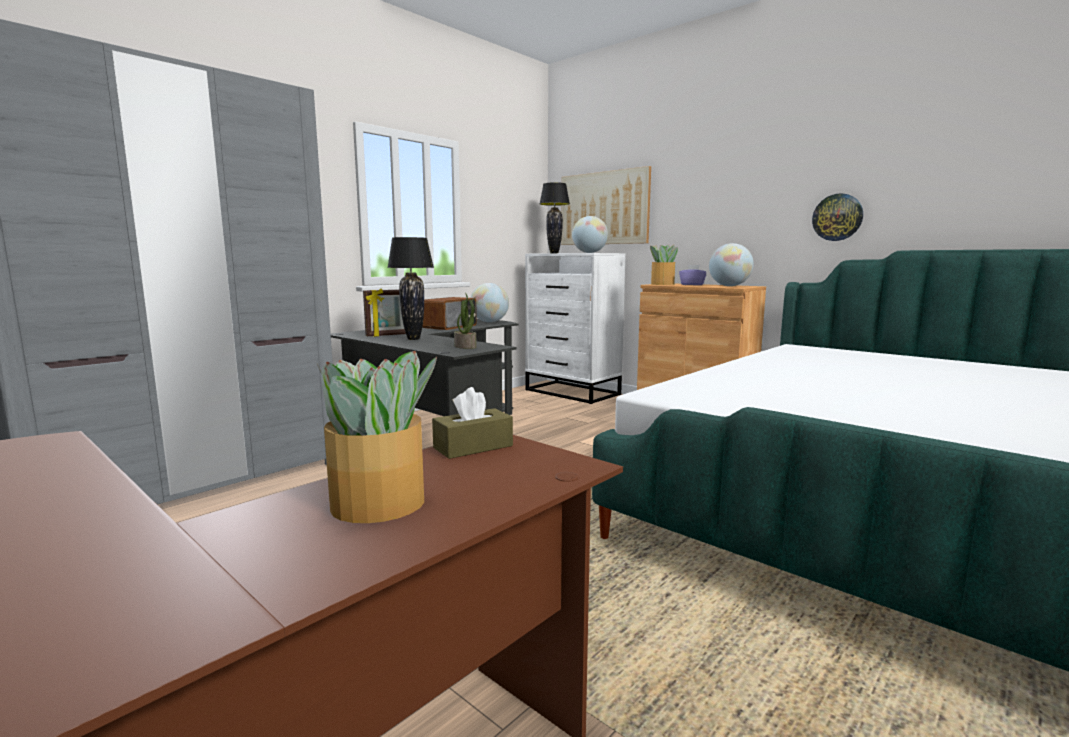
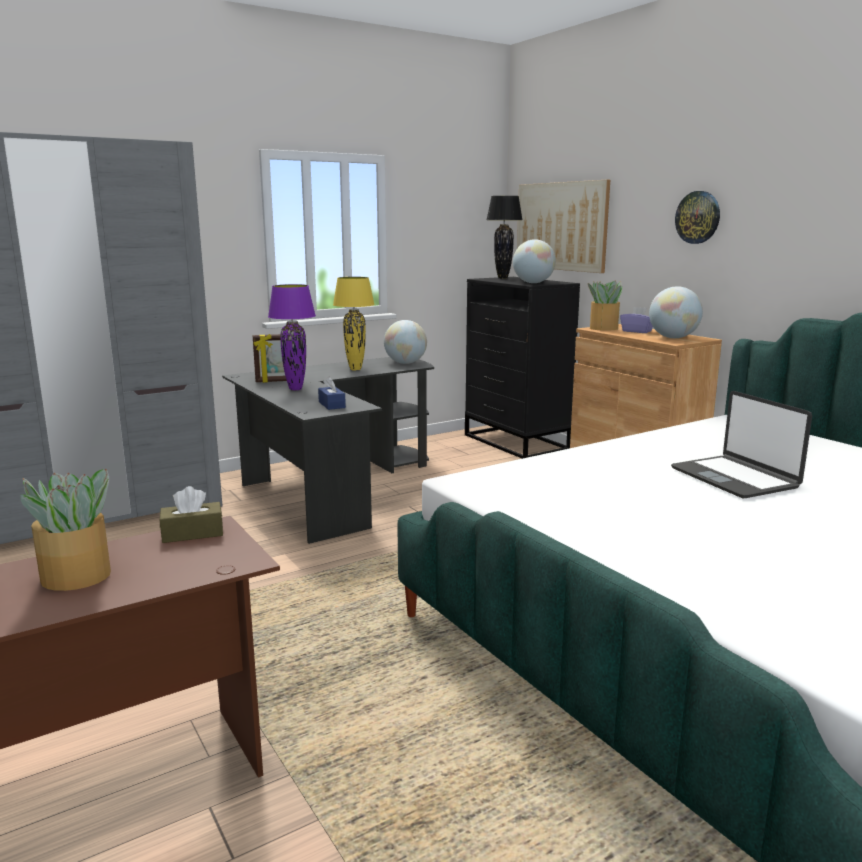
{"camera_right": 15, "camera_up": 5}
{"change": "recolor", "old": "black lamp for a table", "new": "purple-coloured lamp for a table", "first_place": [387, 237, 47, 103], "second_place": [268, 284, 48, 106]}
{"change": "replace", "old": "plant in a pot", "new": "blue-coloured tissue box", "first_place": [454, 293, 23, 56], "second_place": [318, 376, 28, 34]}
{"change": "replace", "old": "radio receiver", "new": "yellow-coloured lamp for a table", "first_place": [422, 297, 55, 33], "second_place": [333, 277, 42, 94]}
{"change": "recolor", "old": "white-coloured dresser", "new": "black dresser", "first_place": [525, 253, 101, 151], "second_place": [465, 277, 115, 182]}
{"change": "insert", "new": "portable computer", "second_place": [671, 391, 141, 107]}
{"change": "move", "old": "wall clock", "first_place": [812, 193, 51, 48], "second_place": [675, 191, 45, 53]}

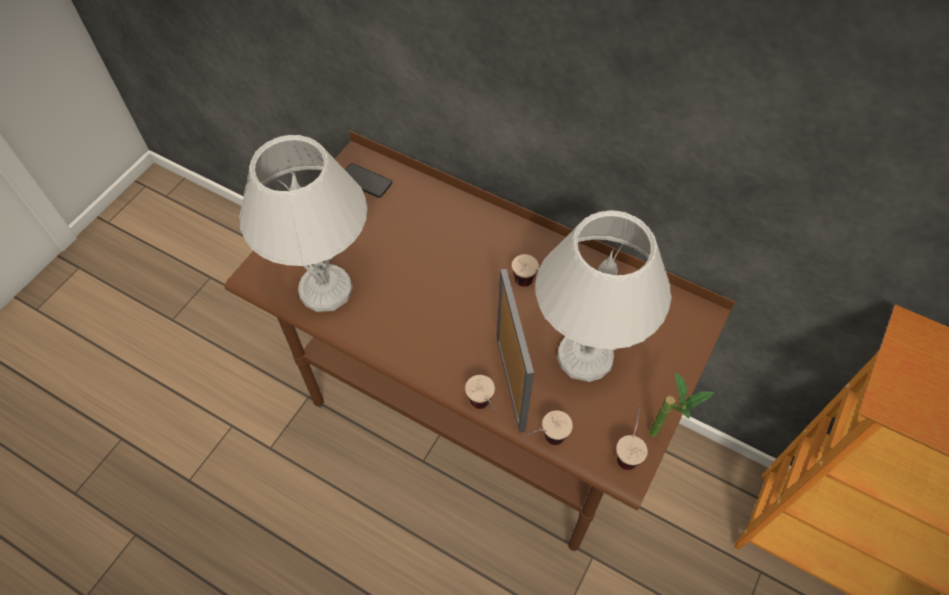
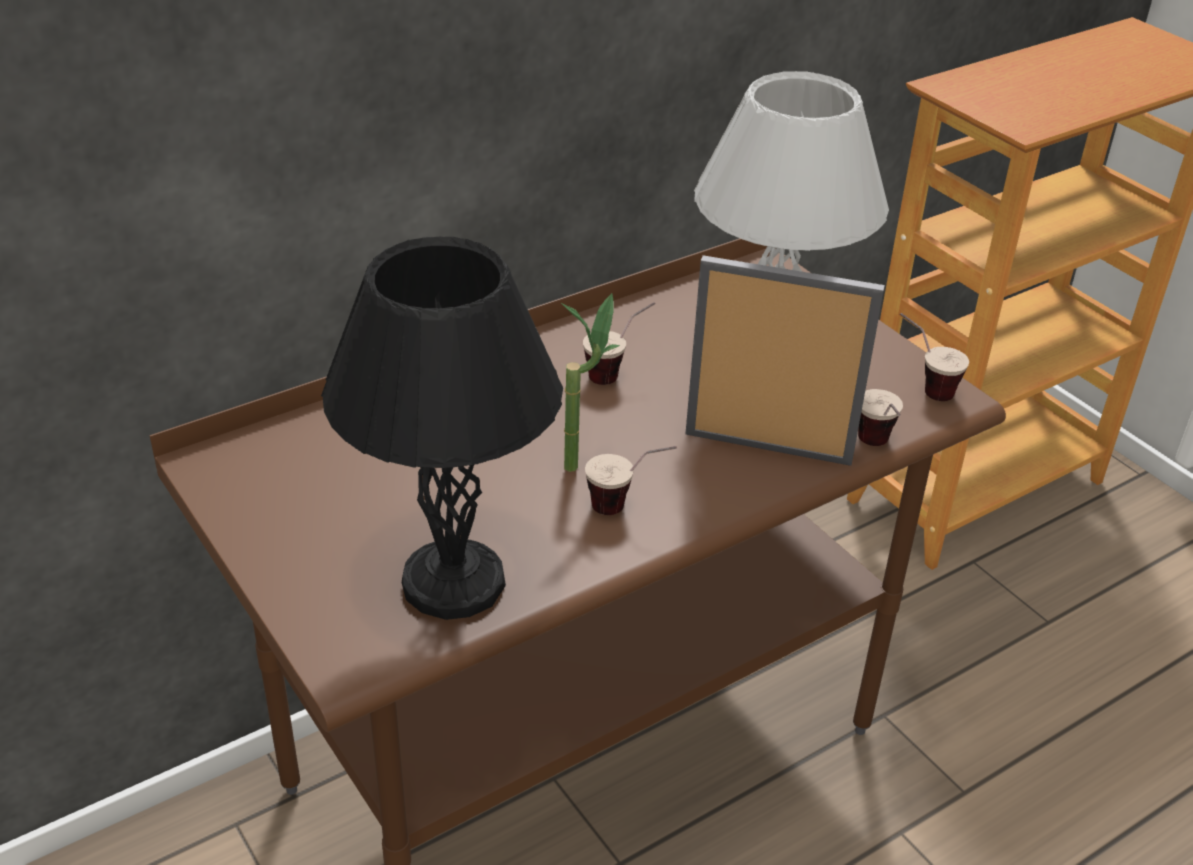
{"camera_right": -65, "camera_up": -20}
{"change": "recolor", "old": "white-coloured lamp for a table", "new": "black lamp for a table", "first_place": [239, 135, 129, 177], "second_place": [321, 237, 242, 383]}
{"change": "move", "old": "plant in a pot", "first_place": [649, 372, 66, 65], "second_place": [561, 293, 59, 179]}
{"change": "move", "old": "drinking cup", "first_place": [465, 375, 32, 39], "second_place": [585, 446, 92, 69]}
{"change": "delete", "old": "telephone", "first_place": [345, 163, 47, 35]}

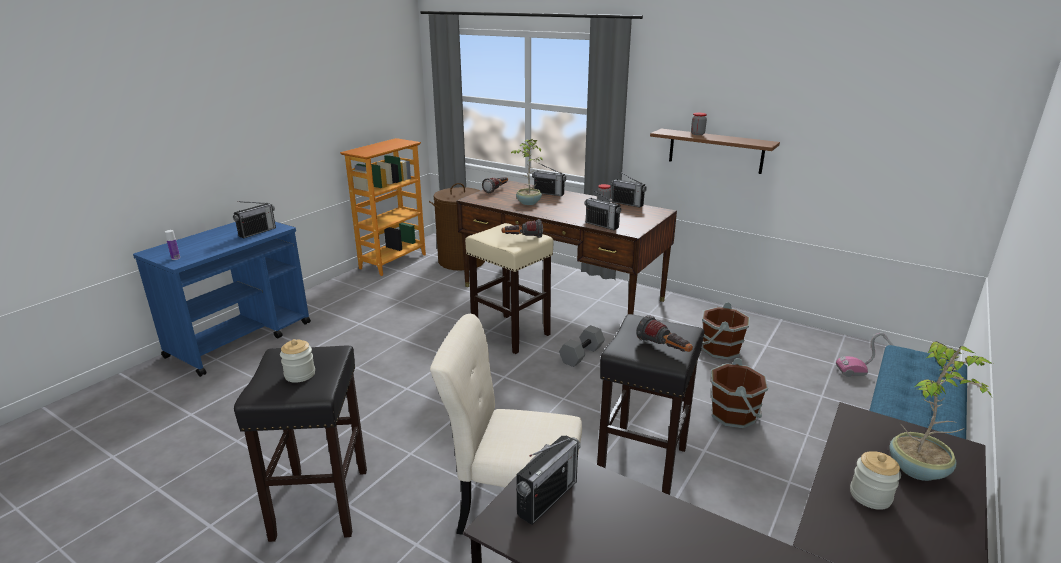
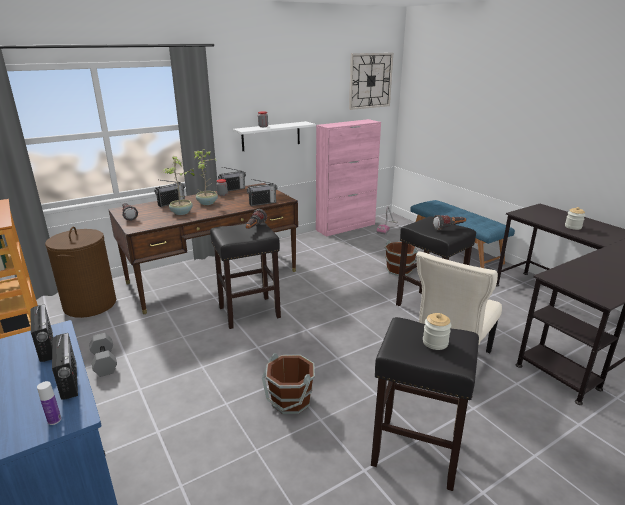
{"camera_right": -65, "camera_up": 0}
{"change": "move", "old": "radio receiver", "first_place": [516, 436, 64, 89], "second_place": [52, 333, 26, 66]}
{"change": "move", "old": "grey free weight", "first_place": [559, 325, 46, 42], "second_place": [89, 333, 28, 44]}
{"change": "move", "old": "plant in a pot", "first_place": [889, 341, 104, 140], "second_place": [194, 149, 24, 56]}
{"change": "recolor", "old": "beige stool", "new": "black stool", "first_place": [465, 223, 89, 131], "second_place": [210, 222, 71, 107]}
{"change": "recolor", "old": "brown-coloured bracket shelf", "new": "white-coloured bracket shelf", "first_place": [650, 129, 130, 45], "second_place": [233, 121, 83, 30]}
{"change": "move", "old": "brown-coloured water bucket", "first_place": [702, 302, 48, 58], "second_place": [262, 353, 53, 61]}
{"change": "insert", "new": "pinkish cabinet", "second_place": [316, 119, 65, 118]}
{"change": "insert", "new": "wall clock", "second_place": [349, 53, 44, 57]}

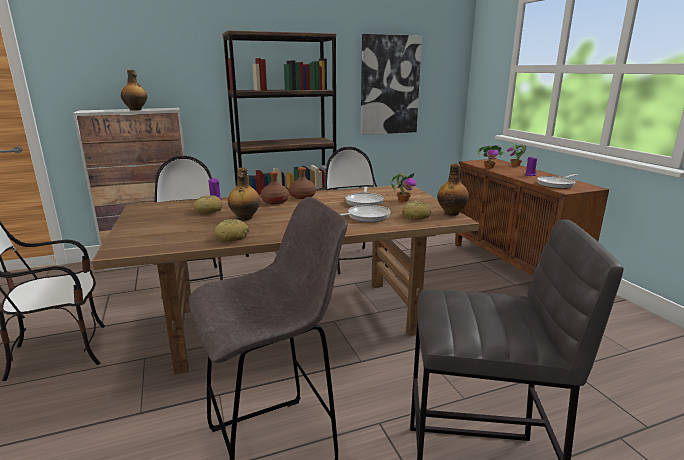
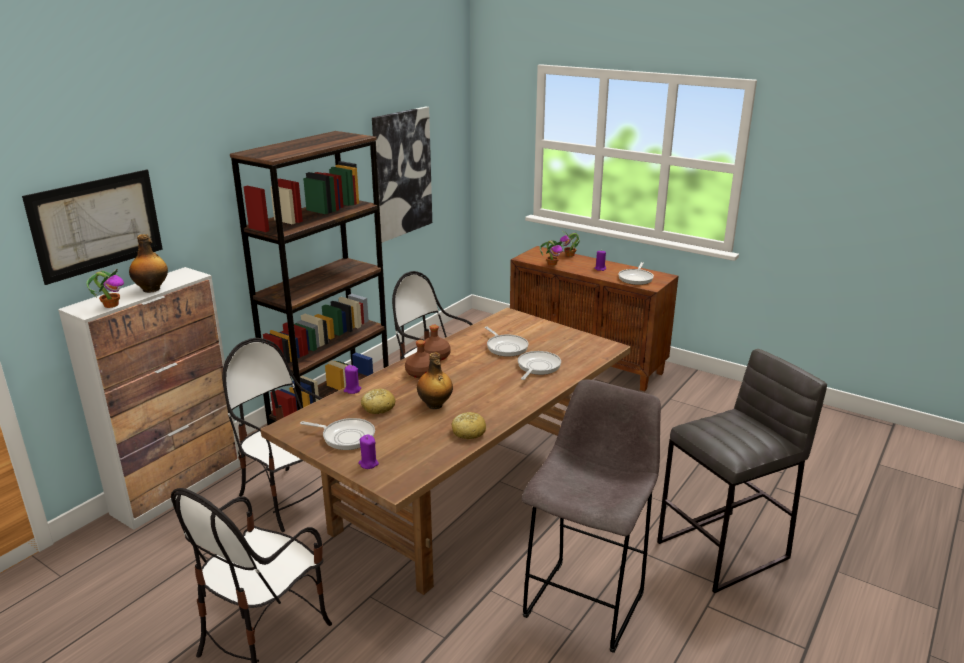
{"camera_right": -35, "camera_up": 5}
{"change": "insert", "new": "wall picture", "second_place": [22, 170, 141, 115]}
{"change": "move", "old": "plant in a pot", "first_place": [391, 173, 26, 29], "second_place": [86, 268, 38, 40]}
{"change": "insert", "new": "skillet", "second_place": [300, 418, 75, 32]}
{"change": "insert", "new": "purple-coloured wax light", "second_place": [358, 435, 21, 34]}
{"change": "delete", "old": "bread", "first_place": [402, 201, 29, 19]}
{"change": "delete", "old": "drink bottle", "first_place": [437, 164, 32, 52]}

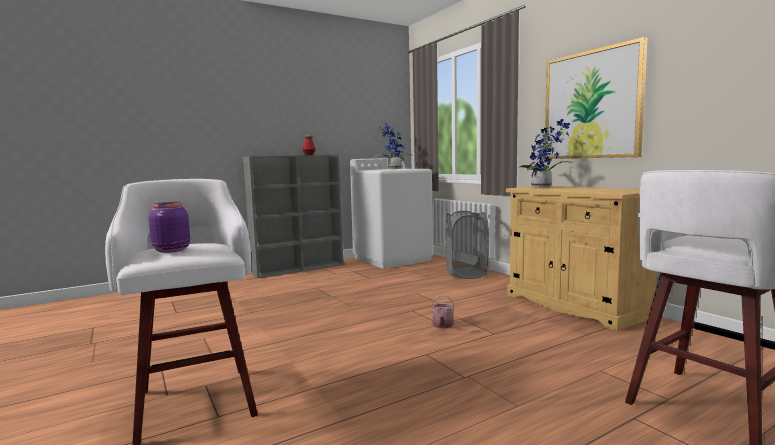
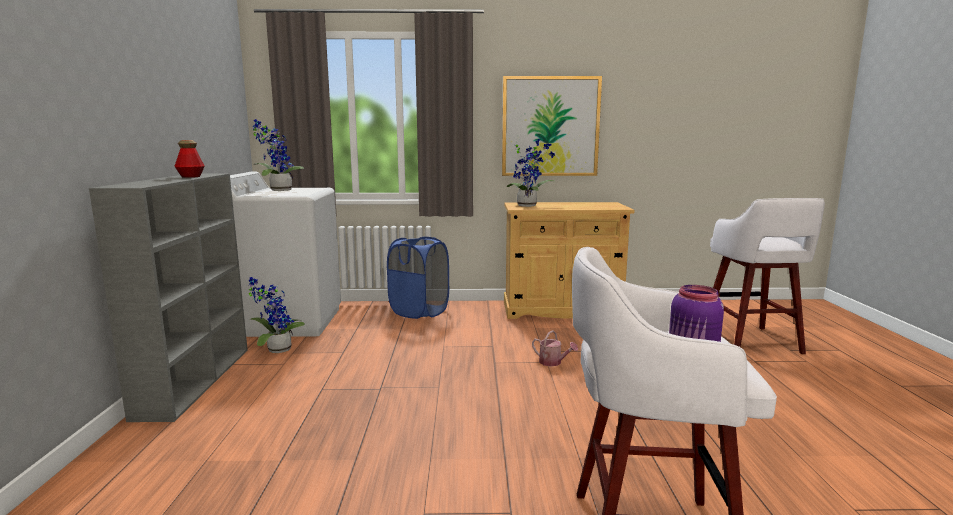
{"camera_right": -60, "camera_up": 5}
{"change": "insert", "new": "plant in a pot", "second_place": [249, 277, 56, 76]}
{"change": "recolor", "old": "grey hamper", "new": "blue-coloured hamper", "first_place": [446, 211, 43, 68], "second_place": [387, 237, 62, 82]}

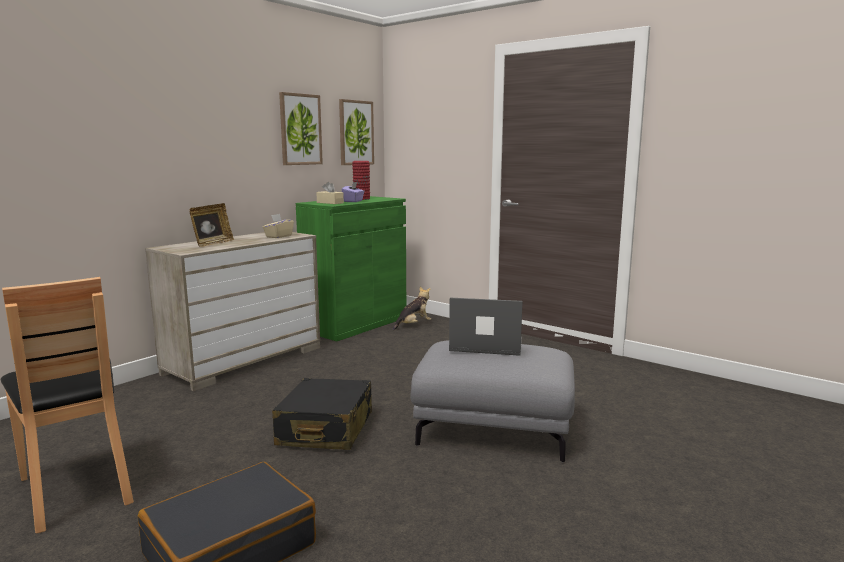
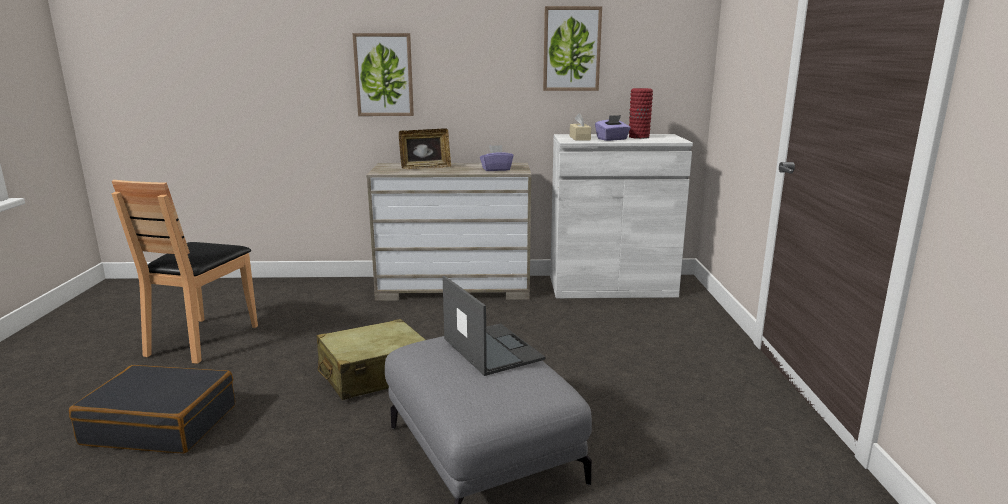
{"camera_right": 50, "camera_up": 5}
{"change": "recolor", "old": "black travel case", "new": "beige travel case", "first_place": [272, 378, 100, 72], "second_place": [317, 319, 108, 81]}
{"change": "move", "old": "wall picture", "first_place": [339, 99, 35, 66], "second_place": [352, 33, 62, 83]}
{"change": "recolor", "old": "beige tissue box", "new": "purple-coloured tissue box", "first_place": [263, 214, 31, 24], "second_place": [480, 145, 33, 26]}
{"change": "recolor", "old": "green cabinet", "new": "white-coloured cabinet", "first_place": [296, 196, 110, 145], "second_place": [550, 134, 143, 164]}
{"change": "delete", "old": "soft toy", "first_place": [393, 287, 38, 44]}

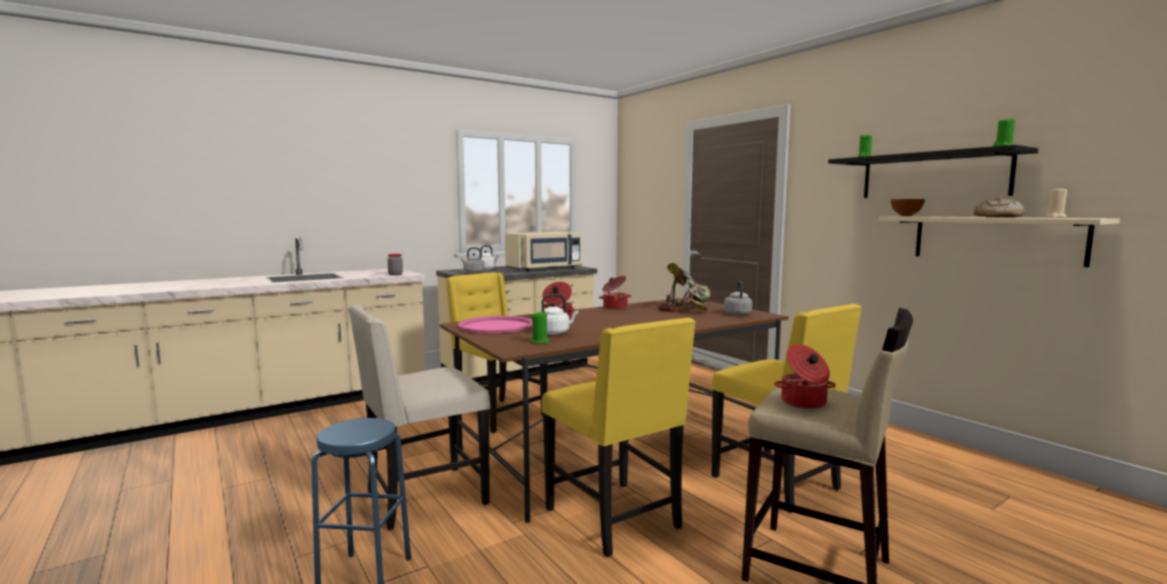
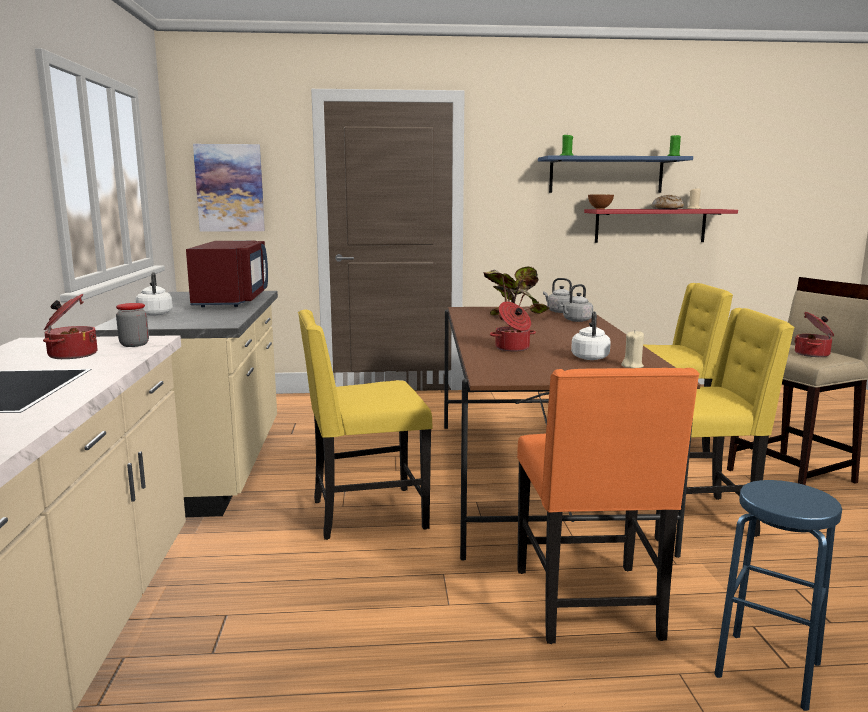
{"camera_right": -60, "camera_up": 5}
{"change": "move", "old": "saucepot", "first_place": [599, 276, 33, 34], "second_place": [43, 294, 55, 65]}
{"change": "recolor", "old": "beige kitchen microwave", "new": "red-coloured kitchen microwave", "first_place": [505, 232, 77, 39], "second_place": [186, 241, 82, 66]}
{"change": "insert", "new": "wall picture", "second_place": [193, 144, 72, 88]}
{"change": "recolor", "old": "beige upright chair", "new": "orangey upright chair", "first_place": [349, 305, 141, 225], "second_place": [517, 368, 183, 276]}
{"change": "recolor", "old": "black bracket shelf", "new": "blue-coloured bracket shelf", "first_place": [828, 145, 210, 53], "second_place": [538, 156, 155, 37]}
{"change": "move", "old": "grey water kettle", "first_place": [461, 247, 24, 27], "second_place": [560, 284, 33, 38]}
{"change": "recolor", "old": "beige bracket shelf", "new": "red-coloured bracket shelf", "first_place": [879, 216, 241, 51], "second_place": [584, 209, 154, 34]}
{"change": "recolor", "old": "green wax light", "new": "beige wax light", "first_place": [530, 311, 20, 33], "second_place": [621, 331, 23, 37]}
{"change": "delete", "old": "pinkish carrying tray", "first_place": [458, 316, 74, 17]}

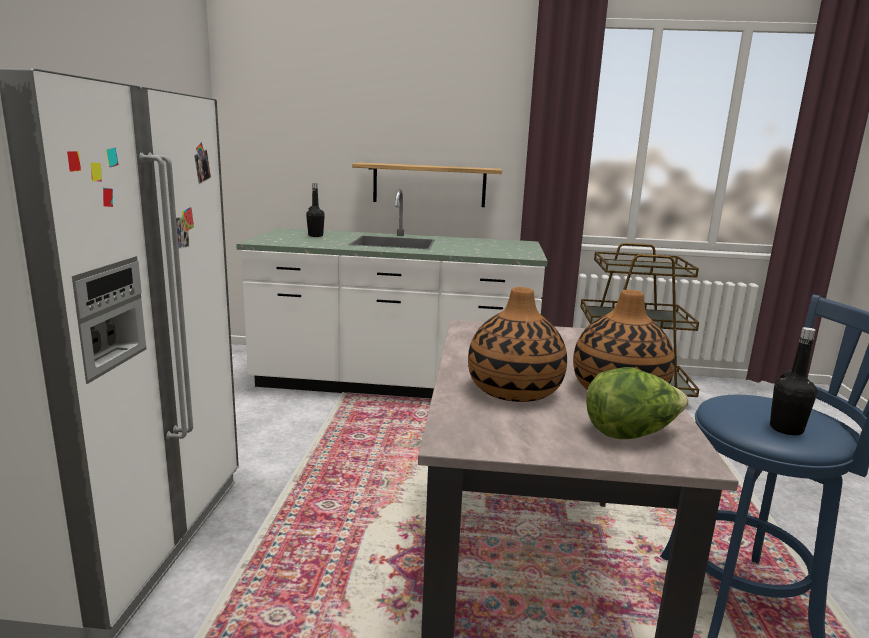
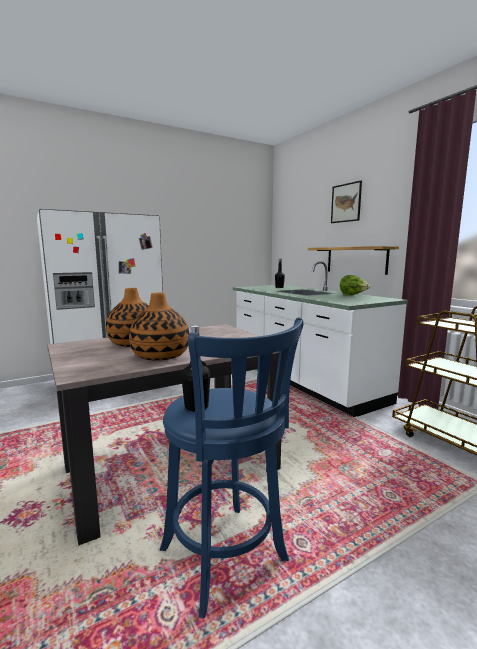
{"camera_right": 55, "camera_up": -5}
{"change": "insert", "new": "wall picture", "second_place": [331, 181, 31, 42]}
{"change": "move", "old": "lettuce", "first_place": [586, 367, 103, 72], "second_place": [340, 275, 30, 20]}

